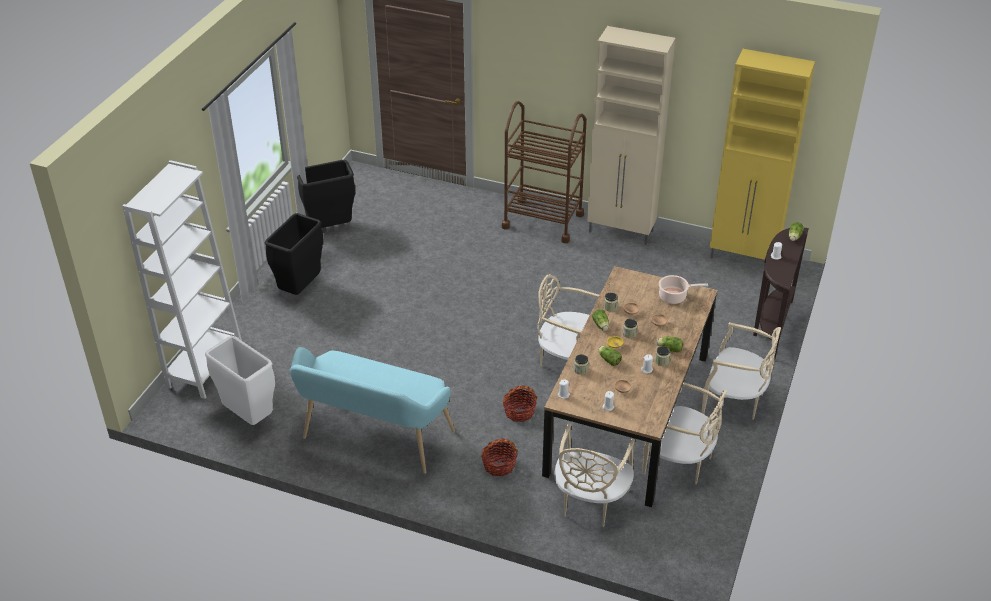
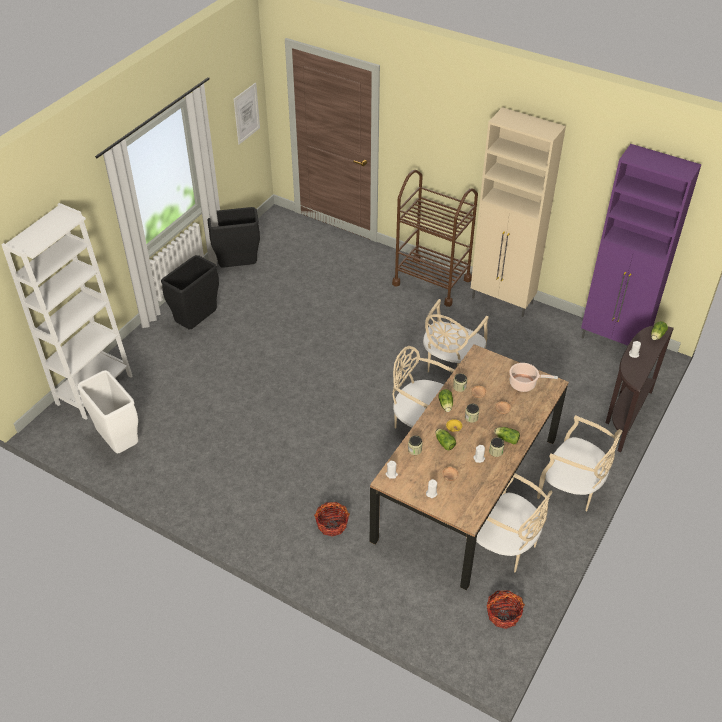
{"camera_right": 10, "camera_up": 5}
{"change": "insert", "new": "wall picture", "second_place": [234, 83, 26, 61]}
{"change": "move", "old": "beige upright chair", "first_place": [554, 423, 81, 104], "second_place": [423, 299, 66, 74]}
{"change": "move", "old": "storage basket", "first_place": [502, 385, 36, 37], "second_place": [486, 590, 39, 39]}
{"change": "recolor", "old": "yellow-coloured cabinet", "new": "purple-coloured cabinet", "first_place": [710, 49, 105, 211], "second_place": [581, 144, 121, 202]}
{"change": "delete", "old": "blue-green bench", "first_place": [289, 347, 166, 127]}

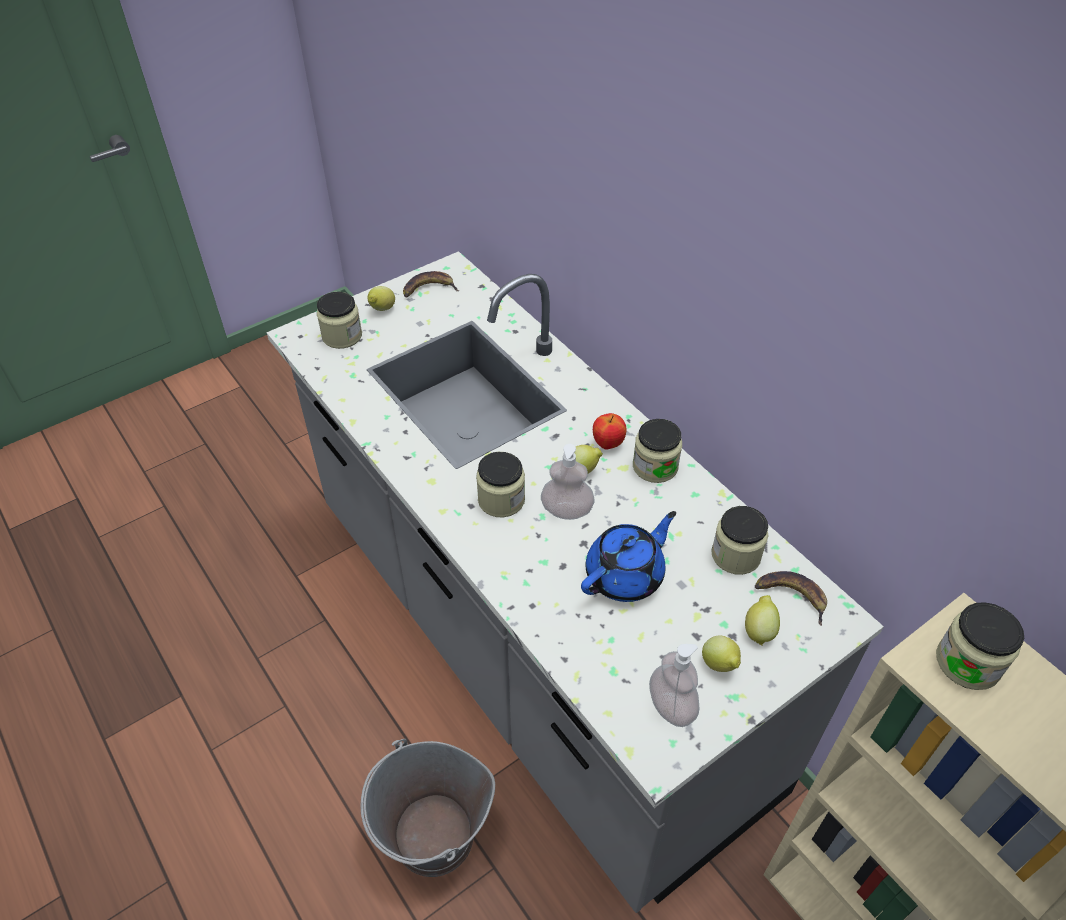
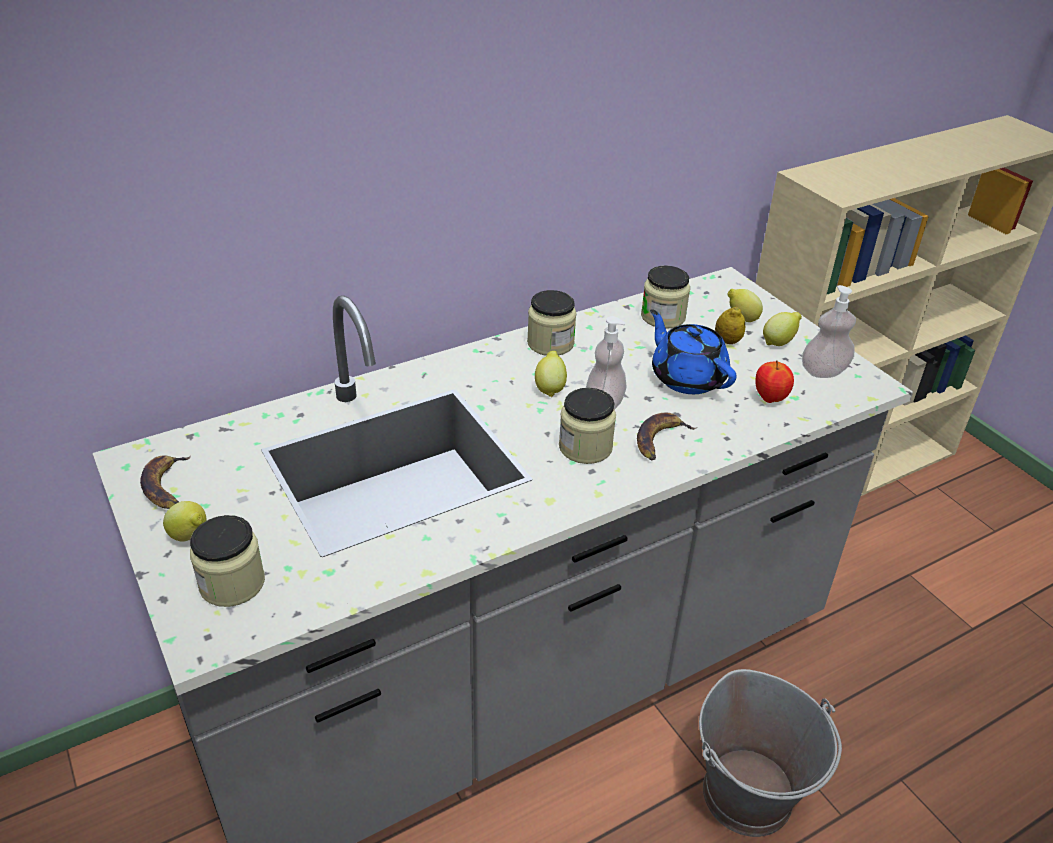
{"camera_right": -85, "camera_up": -10}
{"change": "move", "old": "banana", "first_place": [755, 571, 72, 55], "second_place": [637, 413, 60, 48]}
{"change": "insert", "new": "citrus fruit", "second_place": [715, 307, 30, 37]}
{"change": "move", "old": "apple", "first_place": [593, 413, 33, 37], "second_place": [755, 360, 39, 43]}
{"change": "delete", "old": "preserve jar", "first_place": [936, 602, 88, 88]}

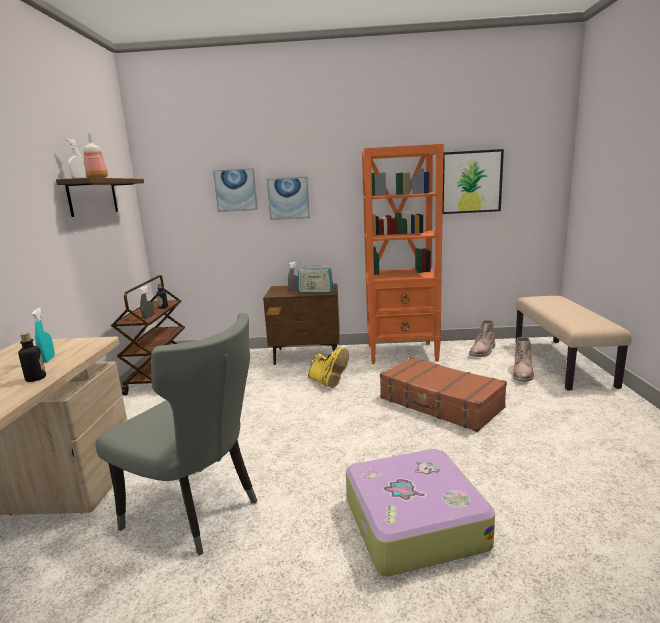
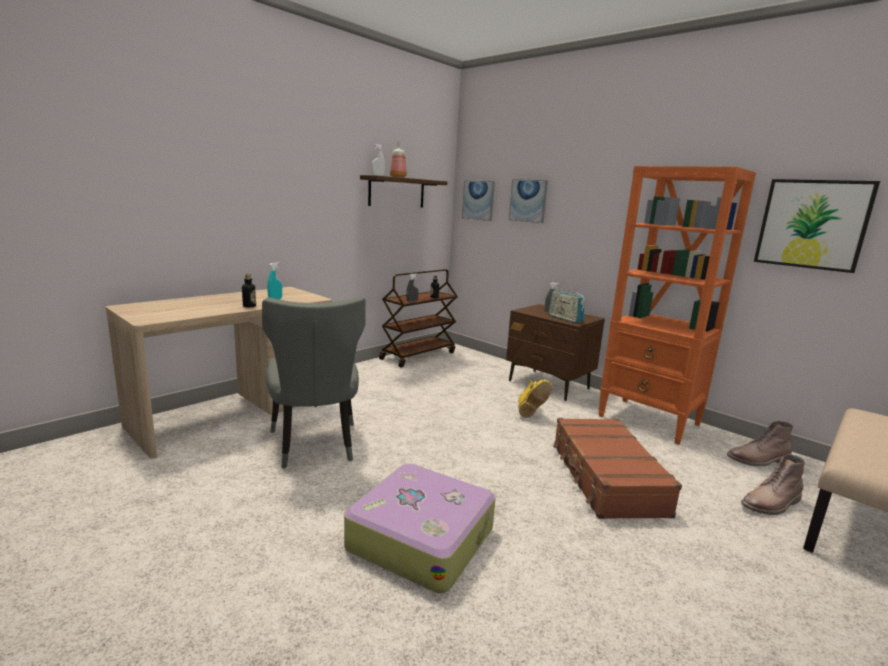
{"camera_right": 40, "camera_up": 0}
{"change": "move", "old": "wall picture", "first_place": [267, 177, 43, 43], "second_place": [462, 180, 33, 41]}

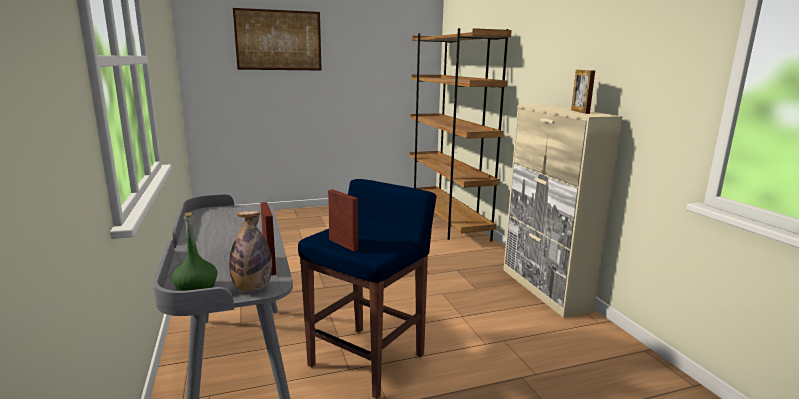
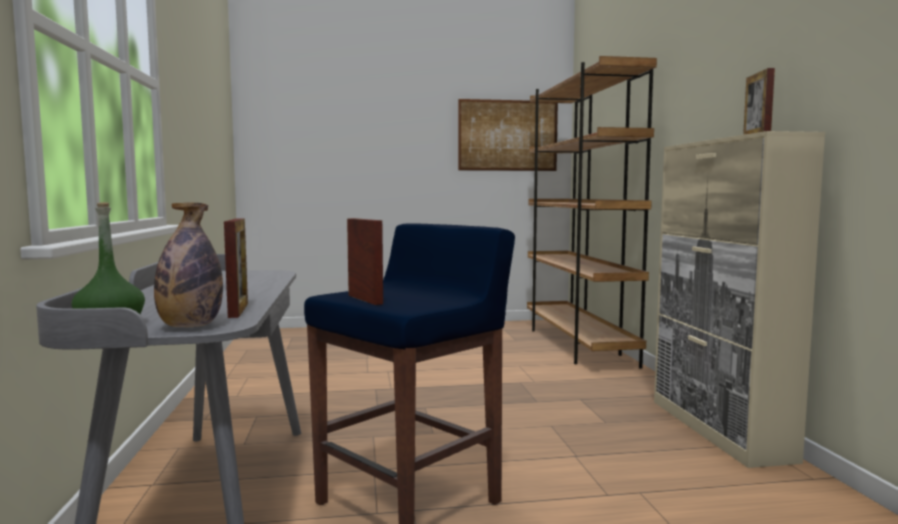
{"camera_right": 10, "camera_up": -10}
{"change": "move", "old": "wall picture", "first_place": [233, 8, 89, 62], "second_place": [458, 99, 100, 72]}

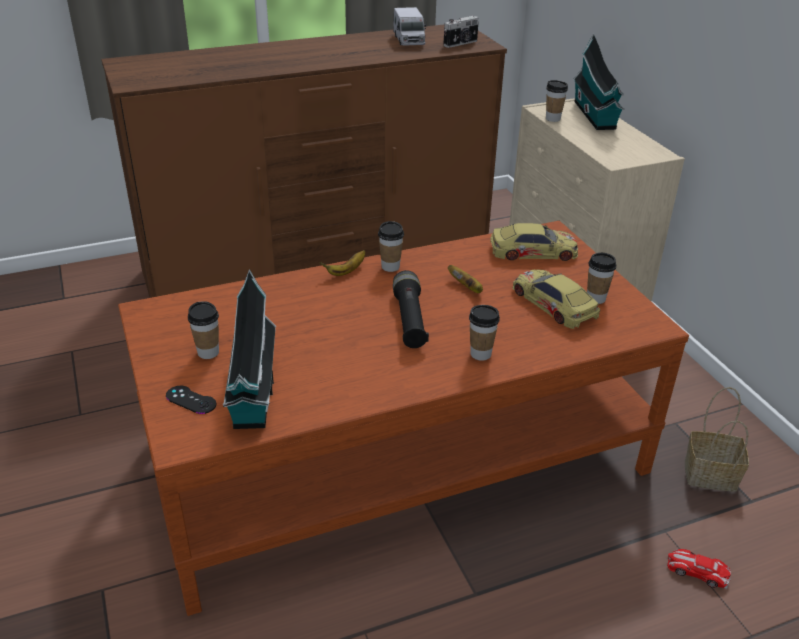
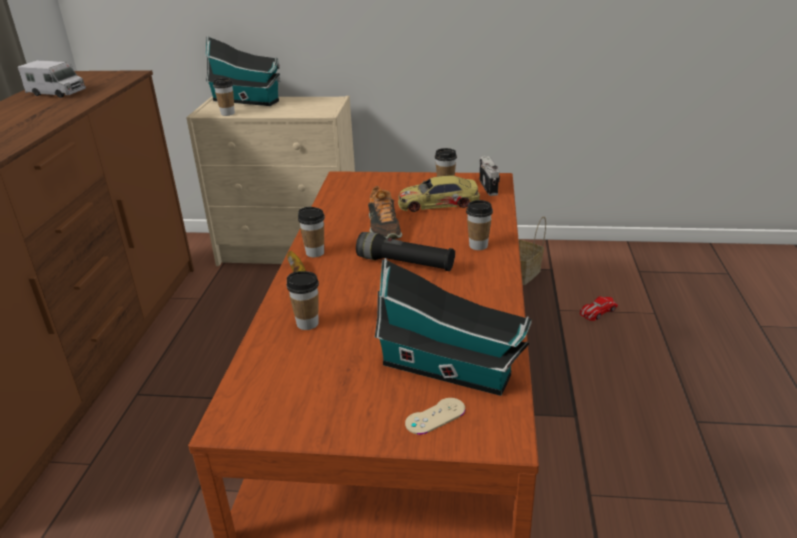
{"camera_right": -60, "camera_up": -5}
{"change": "move", "old": "drinking cup", "first_place": [188, 301, 31, 58], "second_place": [286, 271, 33, 59]}
{"change": "replace", "old": "banana", "new": "low shoe", "first_place": [448, 265, 35, 28], "second_place": [368, 186, 34, 53]}
{"change": "recolor", "old": "black gamepad", "new": "beige gamepad", "first_place": [166, 386, 50, 28], "second_place": [405, 398, 61, 37]}
{"change": "move", "old": "still camera", "first_place": [443, 16, 36, 32], "second_place": [480, 156, 20, 40]}
{"change": "delete", "old": "toy car", "first_place": [490, 223, 88, 38]}

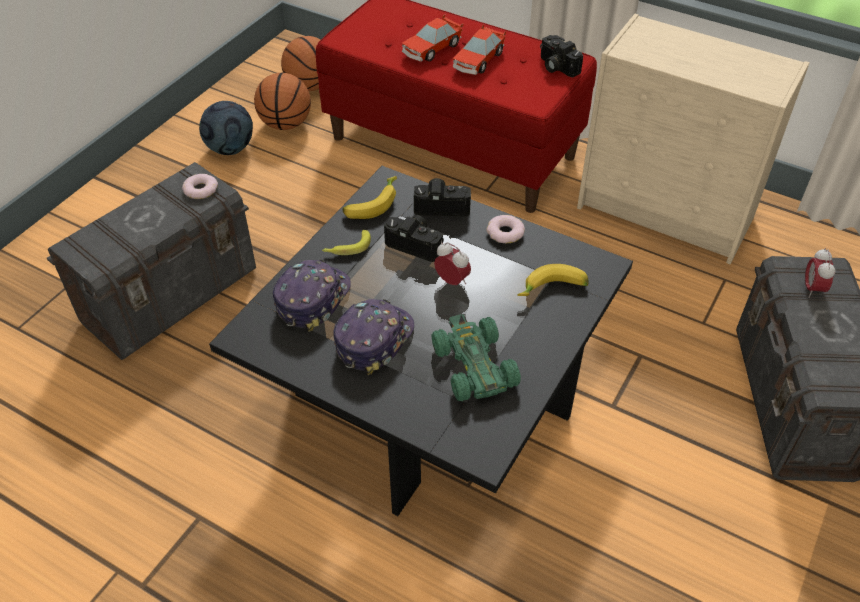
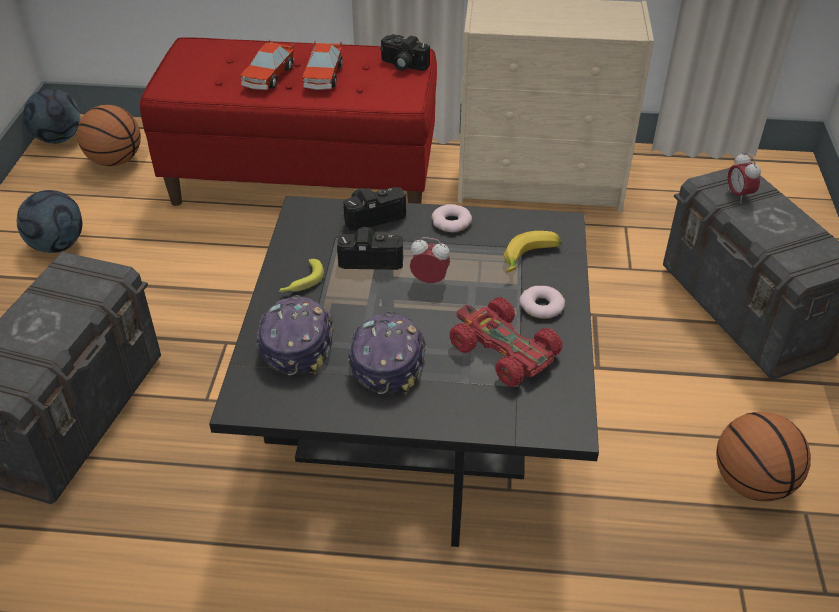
{"camera_right": -25, "camera_up": -5}
{"change": "insert", "new": "football", "second_place": [23, 89, 58, 55]}
{"change": "recolor", "old": "green toy car", "new": "red-coloured toy car", "first_place": [431, 314, 90, 87], "second_place": [450, 297, 112, 90]}
{"change": "move", "old": "doughnut", "first_place": [182, 174, 36, 25], "second_place": [519, 286, 46, 33]}
{"change": "move", "old": "ball for basketball", "first_place": [254, 73, 57, 57], "second_place": [716, 412, 95, 90]}
{"change": "delete", "old": "banana", "first_place": [342, 176, 55, 43]}

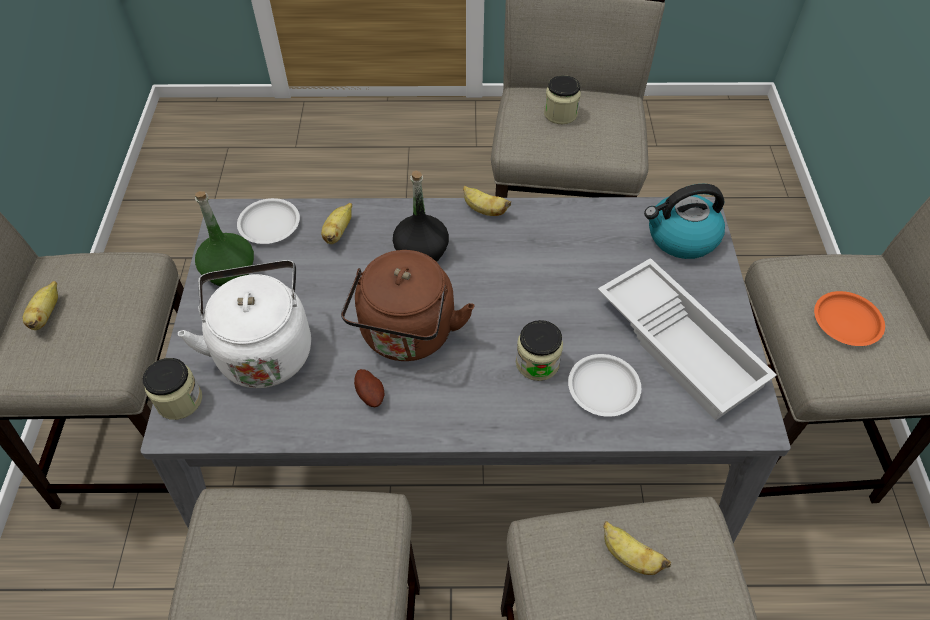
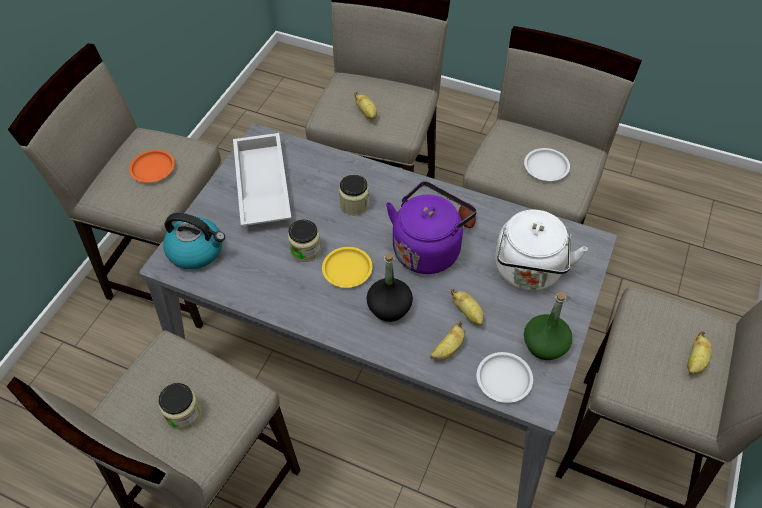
{"camera_right": -155, "camera_up": 0}
{"change": "move", "old": "preserve jar", "first_place": [143, 358, 59, 62], "second_place": [288, 220, 33, 42]}
{"change": "insert", "new": "yellow-coloured flat dish", "second_place": [322, 247, 51, 41]}
{"change": "recolor", "old": "brown-coloured water kettle", "new": "purple-coloured water kettle", "first_place": [341, 250, 134, 111], "second_place": [386, 181, 91, 93]}
{"change": "move", "old": "banana", "first_place": [463, 186, 48, 30], "second_place": [451, 289, 33, 37]}
{"change": "move", "old": "white-coloured flat dish", "first_place": [568, 354, 73, 63], "second_place": [524, 148, 46, 33]}

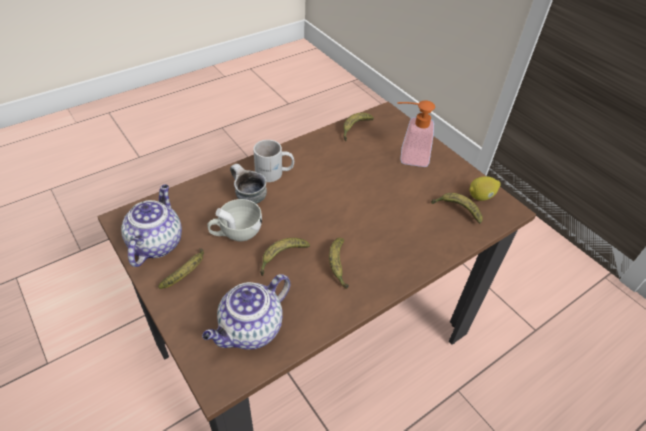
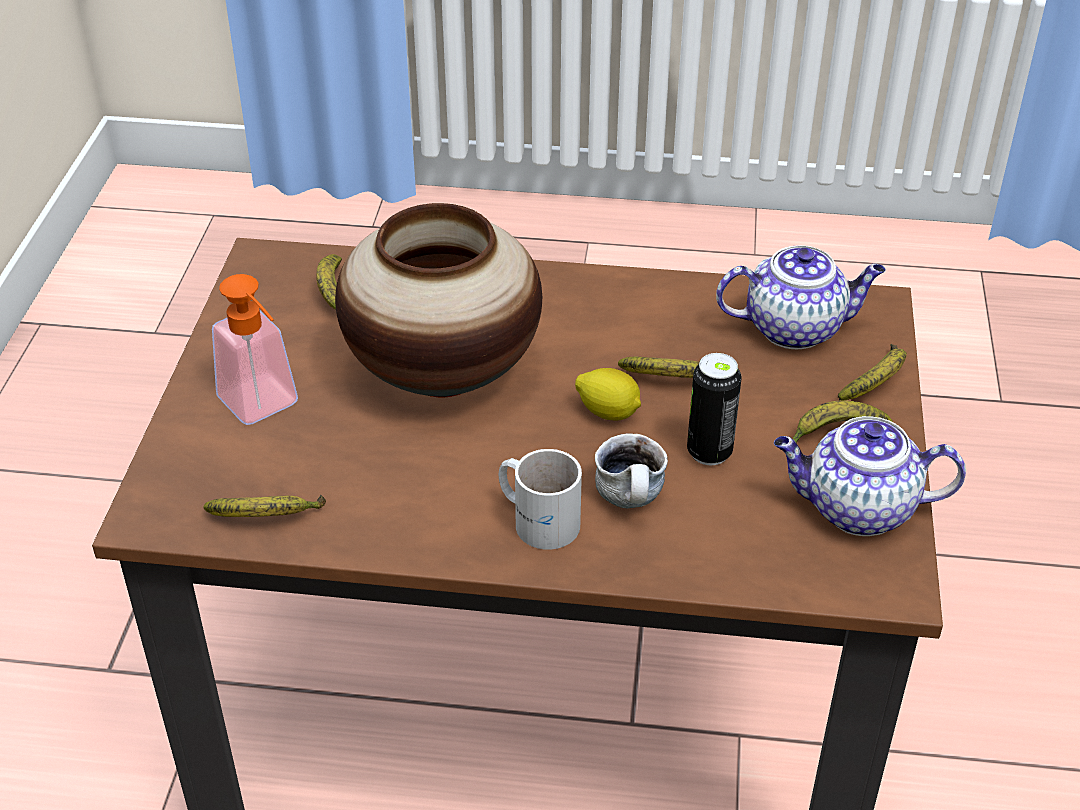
{"camera_right": -135, "camera_up": -5}
{"change": "insert", "new": "vase", "second_place": [335, 203, 207, 194]}
{"change": "move", "old": "citrus fruit", "first_place": [469, 176, 32, 25], "second_place": [575, 368, 66, 52]}
{"change": "replace", "old": "white-coloured drinking cup", "new": "can", "first_place": [207, 199, 55, 42], "second_place": [687, 353, 55, 112]}
{"change": "rotate", "old": "teapot", "first_place": [121, 184, 61, 83], "second_place": [774, 416, 192, 120], "degrees": 45}
{"change": "move", "old": "banana", "first_place": [329, 238, 20, 51], "second_place": [838, 344, 69, 57]}

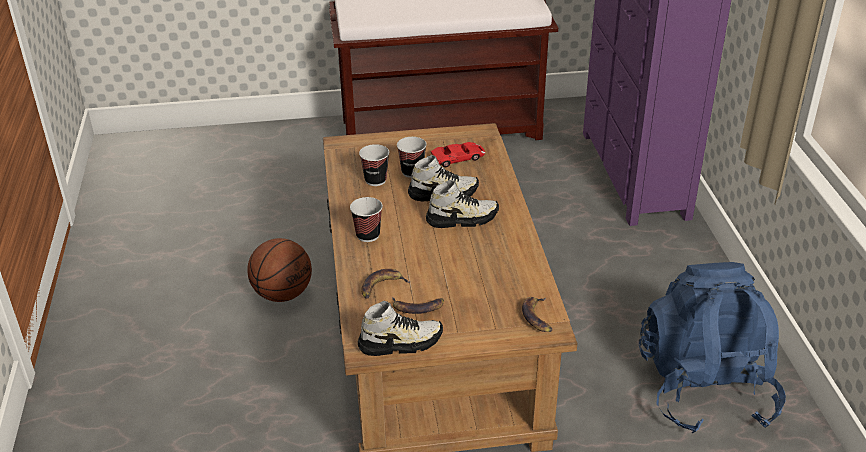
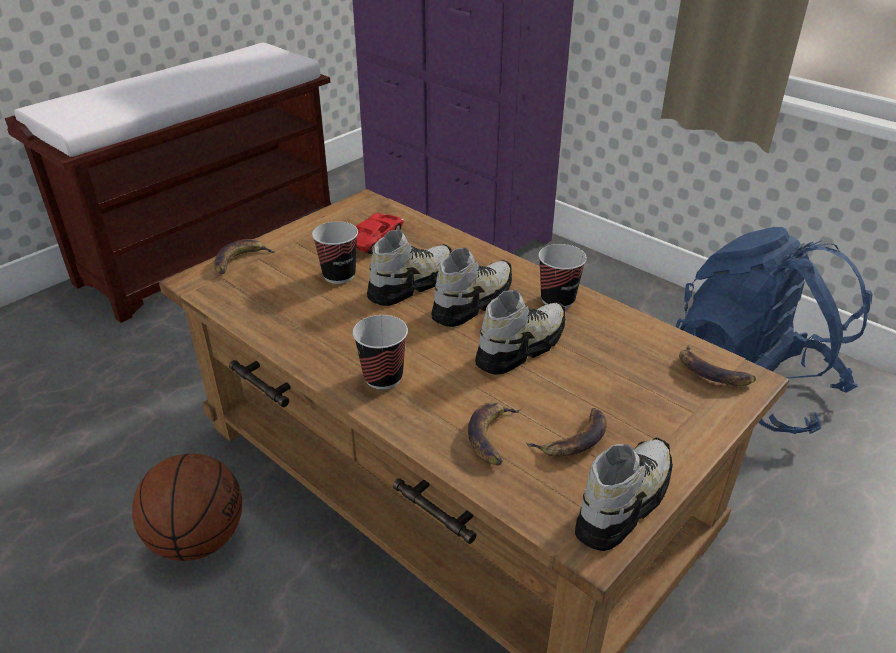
{"camera_right": -40, "camera_up": 0}
{"change": "insert", "new": "banana", "second_place": [214, 239, 62, 35]}
{"change": "insert", "new": "low shoe", "second_place": [475, 290, 90, 85]}
{"change": "move", "old": "drinking cup", "first_place": [359, 144, 30, 42], "second_place": [538, 244, 49, 65]}

